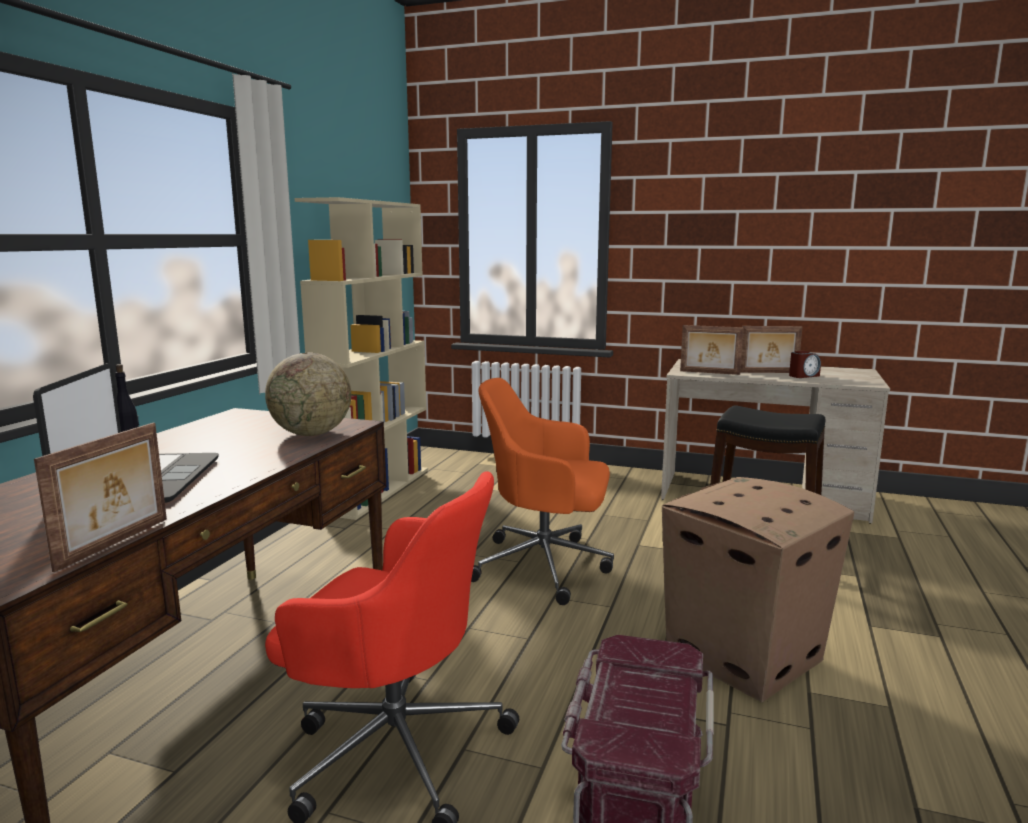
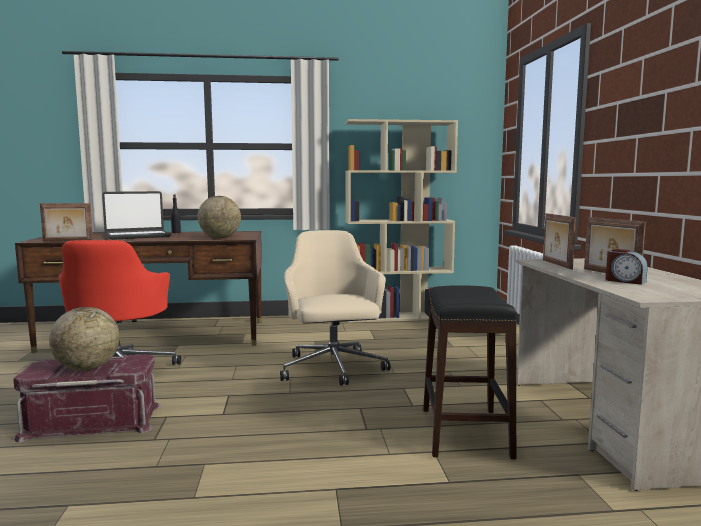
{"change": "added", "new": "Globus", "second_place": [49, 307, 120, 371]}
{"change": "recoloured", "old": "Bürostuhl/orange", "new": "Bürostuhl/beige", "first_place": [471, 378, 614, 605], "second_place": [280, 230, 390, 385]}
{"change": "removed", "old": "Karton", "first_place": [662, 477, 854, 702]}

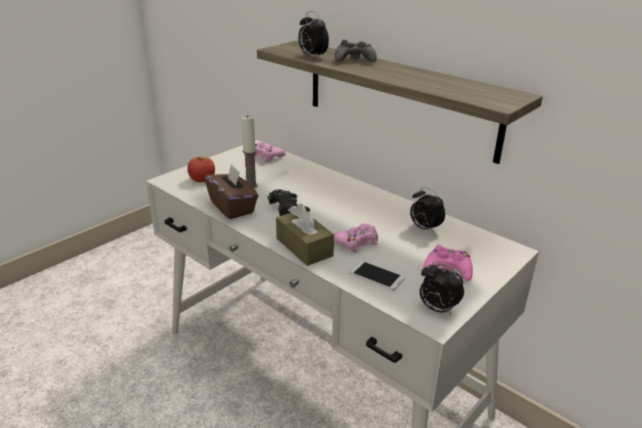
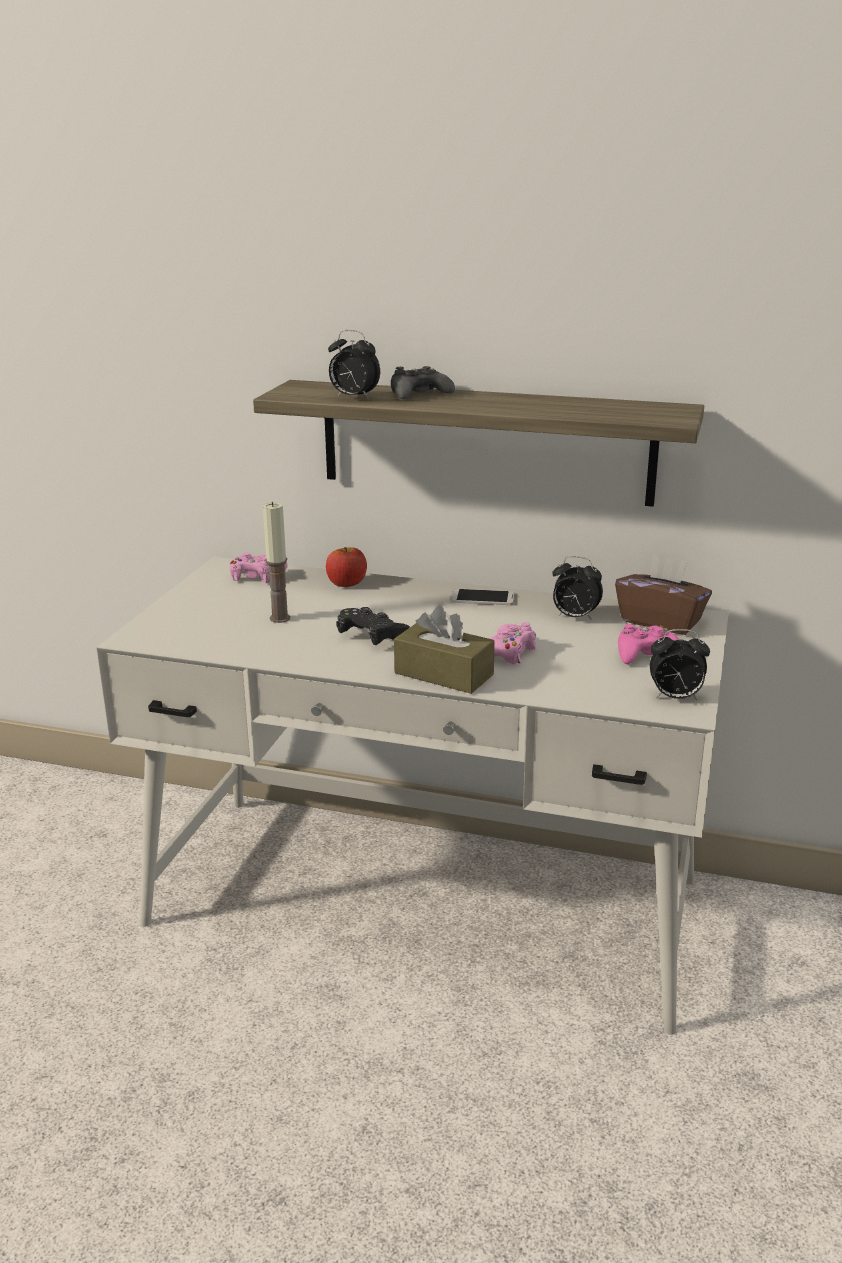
{"change": "moved", "old": "Apfel", "first_place": [187, 157, 215, 182], "second_place": [326, 547, 367, 587]}
{"change": "moved", "old": "Handy", "first_place": [349, 261, 405, 290], "second_place": [450, 588, 515, 605]}
{"change": "moved", "old": "Taschentuchbox/braun", "first_place": [205, 164, 258, 219], "second_place": [615, 554, 712, 635]}

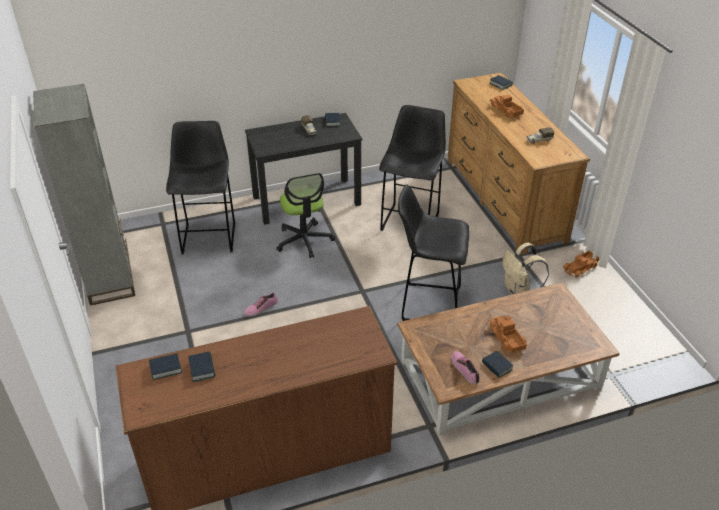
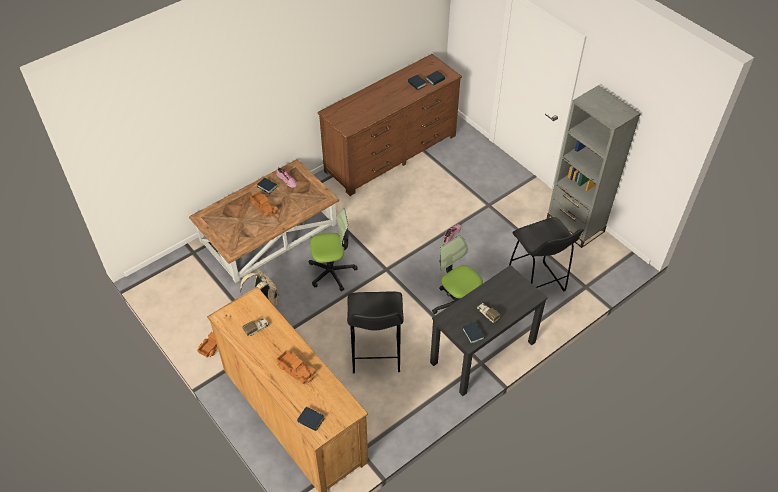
{"change": "replaced", "old": "Hocker/schwarz", "new": "Bürostuhl", "first_place": [398, 184, 469, 321], "second_place": [309, 208, 358, 291]}

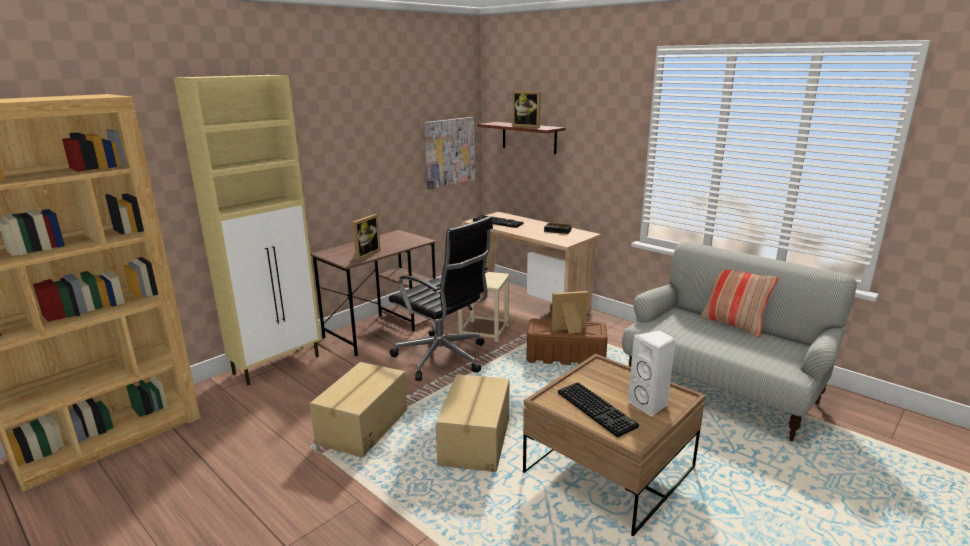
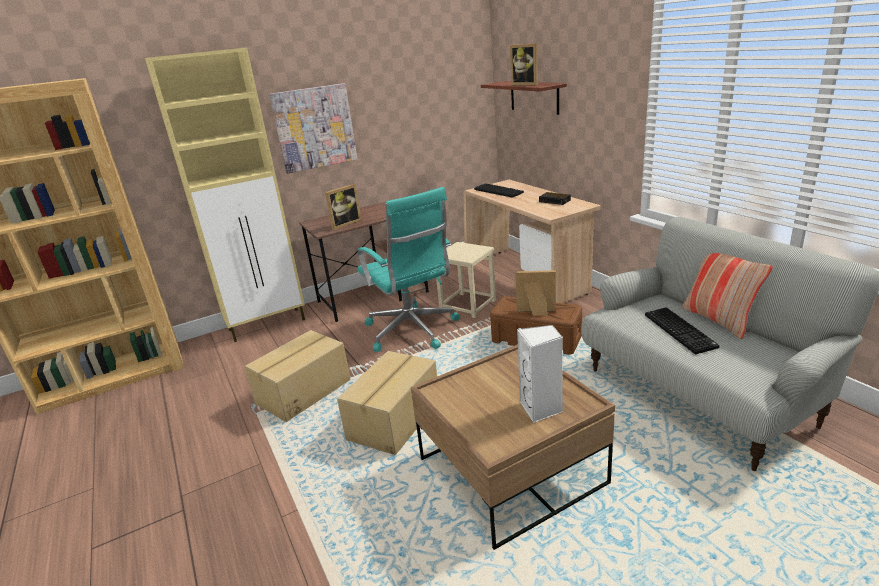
{"change": "moved", "old": "Bild", "first_place": [424, 117, 475, 189], "second_place": [269, 83, 357, 173]}
{"change": "recoloured", "old": "Bürostuhl/schwarz", "new": "Bürostuhl/türkis", "first_place": [389, 216, 493, 381], "second_place": [357, 187, 460, 352]}
{"change": "moved", "old": "Tastatur", "first_place": [558, 382, 639, 437], "second_place": [645, 307, 720, 354]}

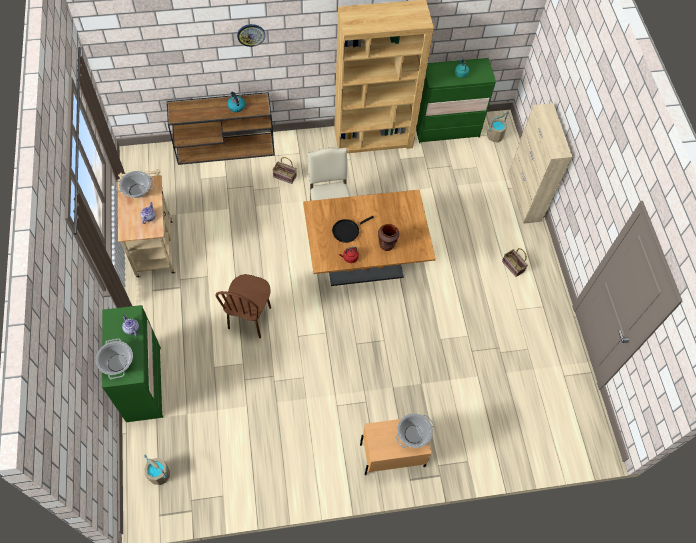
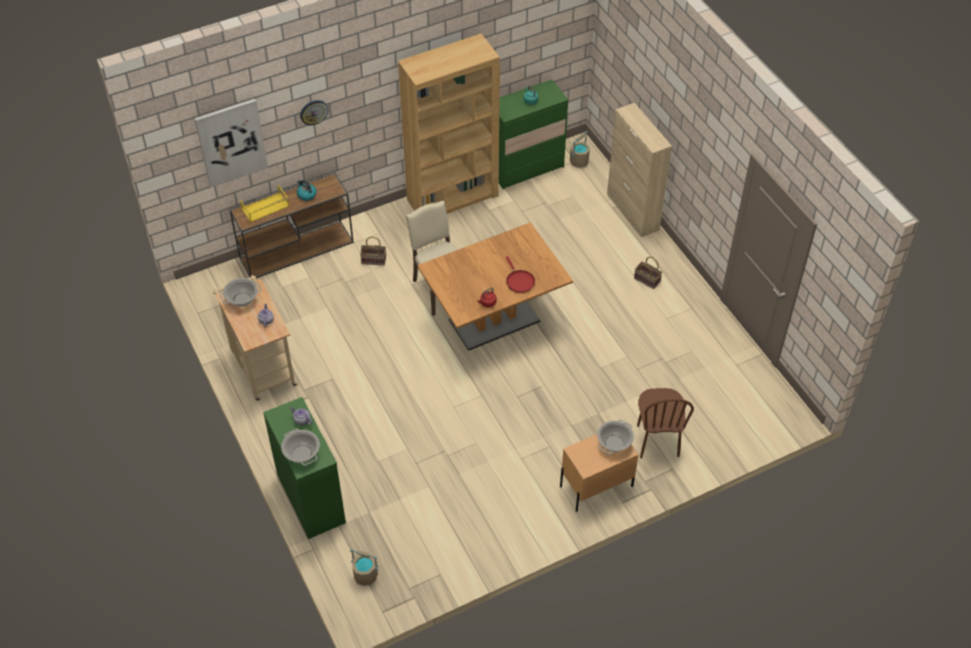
{"change": "added", "new": "Bild", "second_place": [194, 99, 268, 187]}
{"change": "added", "new": "Tablett/gelb", "second_place": [240, 185, 290, 222]}
{"change": "replaced", "old": "Vase/braun", "new": "Pfanne/rot", "first_place": [378, 224, 399, 251], "second_place": [506, 256, 535, 293]}
{"change": "moved", "old": "Stuhl/braun", "first_place": [215, 274, 271, 338], "second_place": [637, 388, 694, 458]}
{"change": "removed", "old": "Pfanne/schwarz", "first_place": [332, 216, 374, 243]}

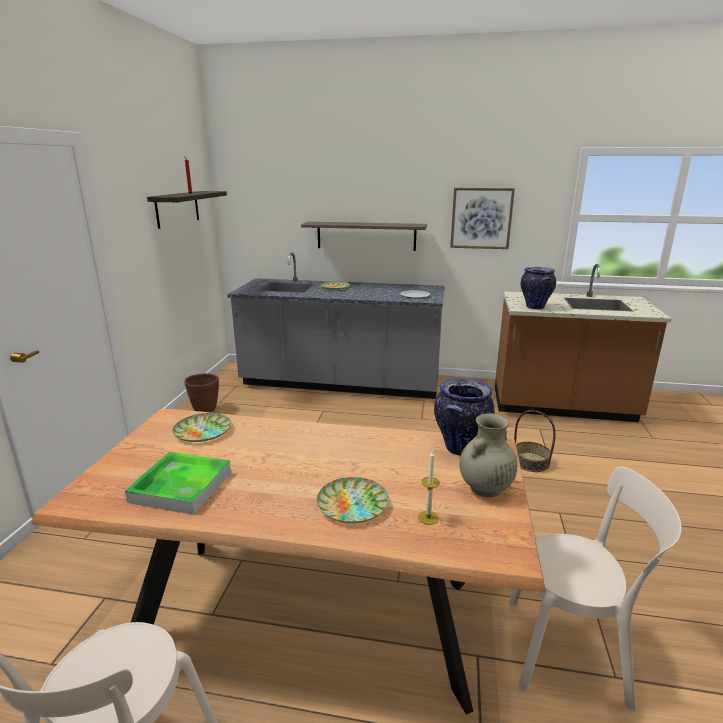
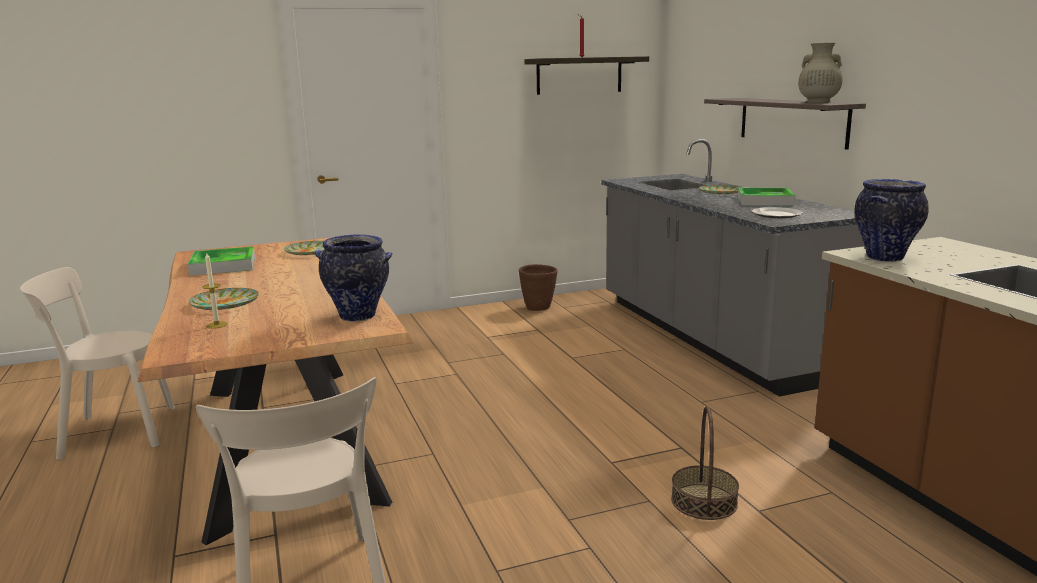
{"change": "added", "new": "Tablett", "second_place": [738, 188, 796, 206]}
{"change": "moved", "old": "Vase/beige", "first_place": [459, 413, 518, 497], "second_place": [798, 43, 843, 103]}
{"change": "removed", "old": "Bild", "first_place": [450, 188, 515, 249]}

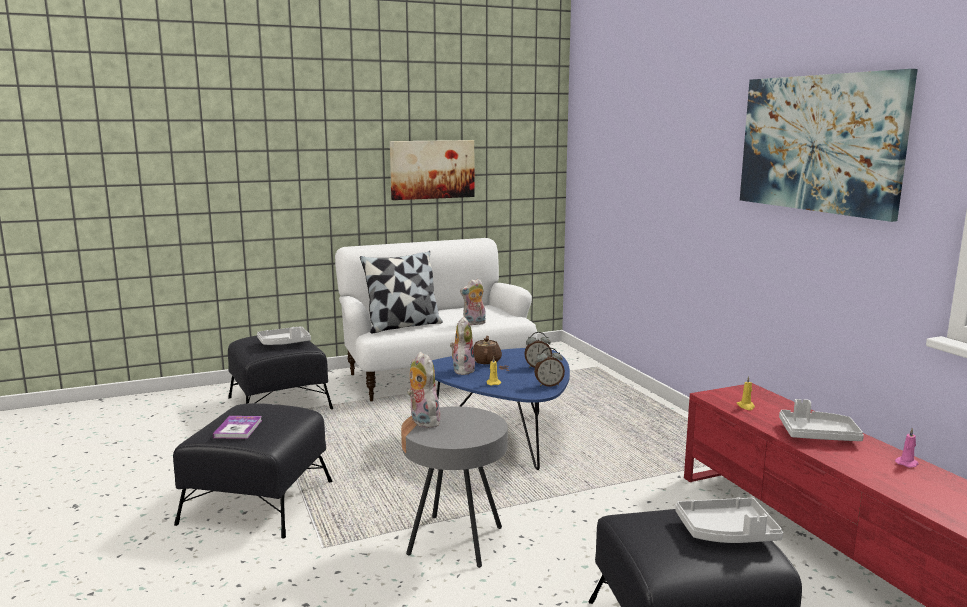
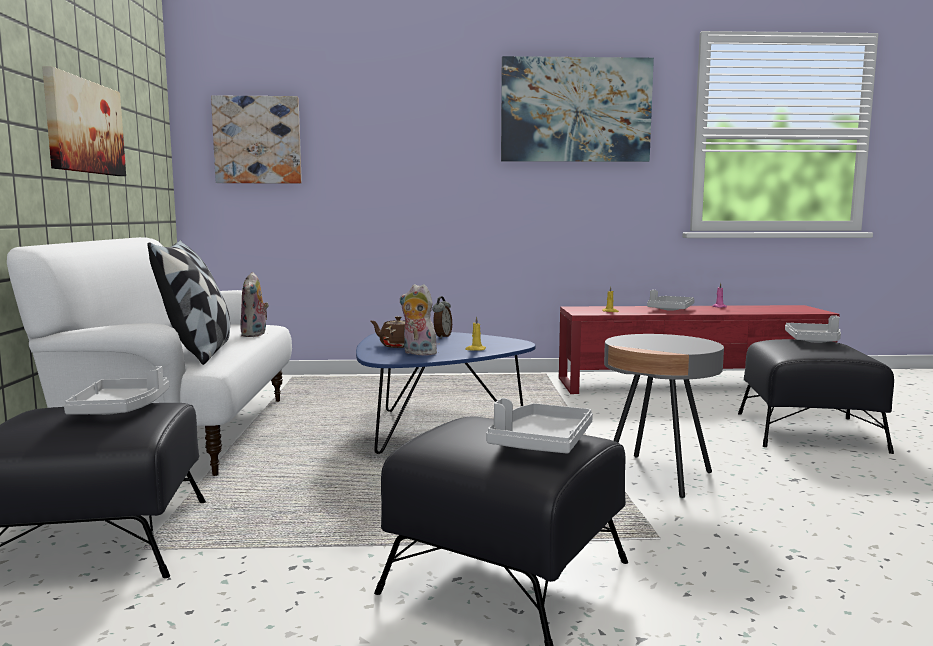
{"change": "added", "new": "Bild", "second_place": [211, 95, 302, 184]}
{"change": "replaced", "old": "Buch", "new": "Tablett/grau", "first_place": [213, 416, 262, 439], "second_place": [486, 398, 593, 453]}
{"change": "removed", "old": "Plüschtier", "first_place": [407, 352, 440, 428]}
{"change": "removed", "old": "Wecker", "first_place": [534, 348, 565, 387]}

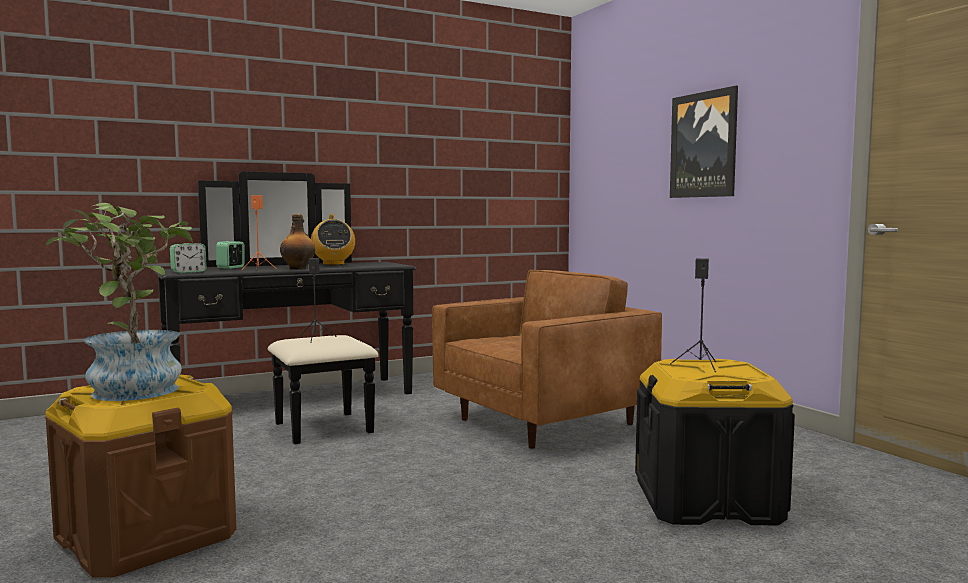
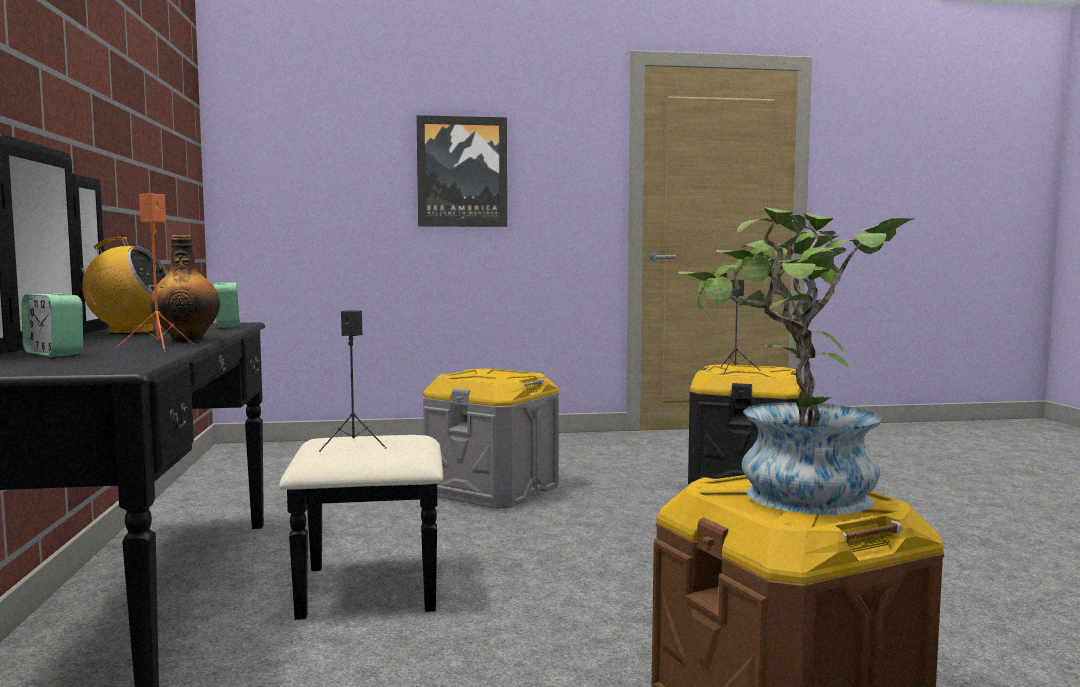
{"change": "moved", "old": "Wecker", "first_place": [170, 243, 207, 273], "second_place": [214, 282, 240, 327]}
{"change": "replaced", "old": "Sessel/braun", "new": "Aufbewahrungsbox/grau", "first_place": [432, 270, 662, 449], "second_place": [423, 369, 559, 509]}

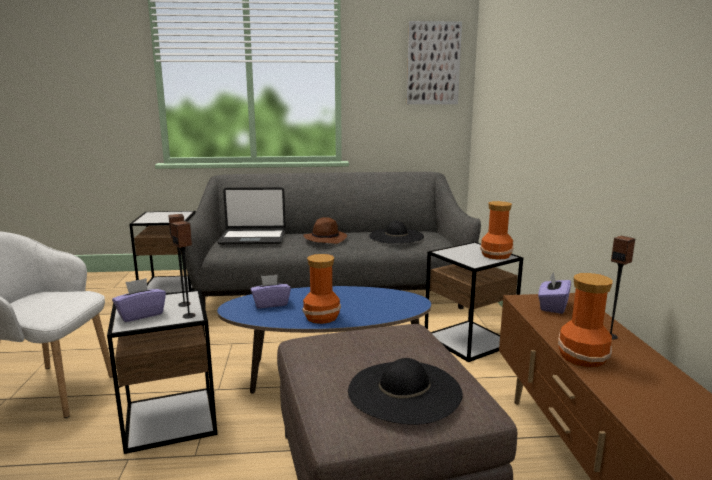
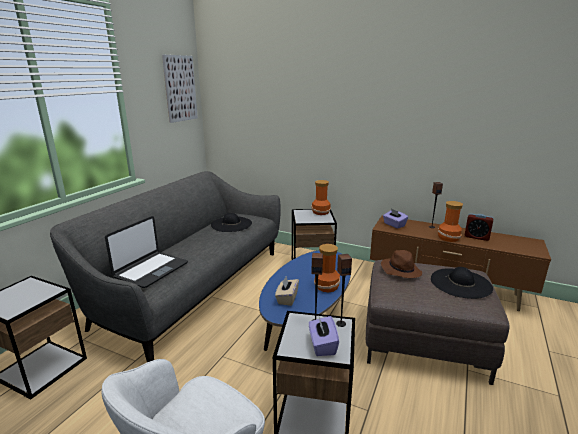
{"change": "recoloured", "old": "Taschentuchbox/lila", "new": "Taschentuchbox/beige", "first_place": [250, 275, 291, 309], "second_place": [275, 276, 299, 306]}
{"change": "moved", "old": "Hut/braun", "first_place": [304, 217, 347, 244], "second_place": [381, 250, 422, 278]}
{"change": "added", "new": "Wecker", "second_place": [465, 213, 493, 241]}

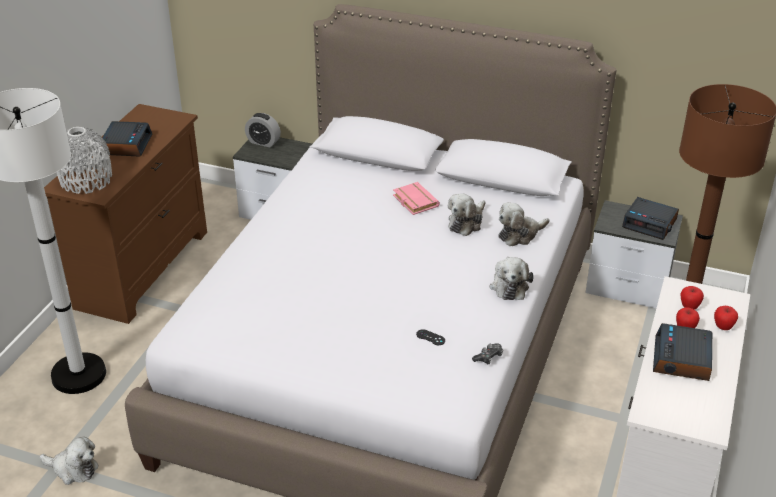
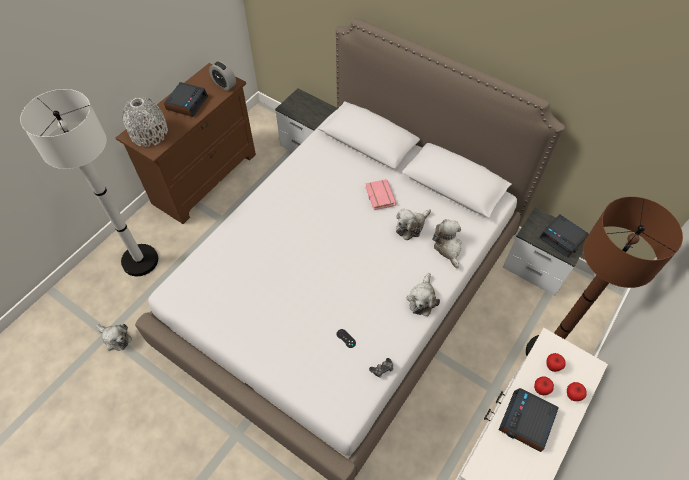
{"change": "moved", "old": "Wecker", "first_place": [245, 113, 281, 148], "second_place": [209, 61, 236, 91]}
{"change": "turned", "old": "Plüschtier", "first_place": [498, 202, 549, 246], "second_place": [432, 219, 461, 268], "degrees": 90}

